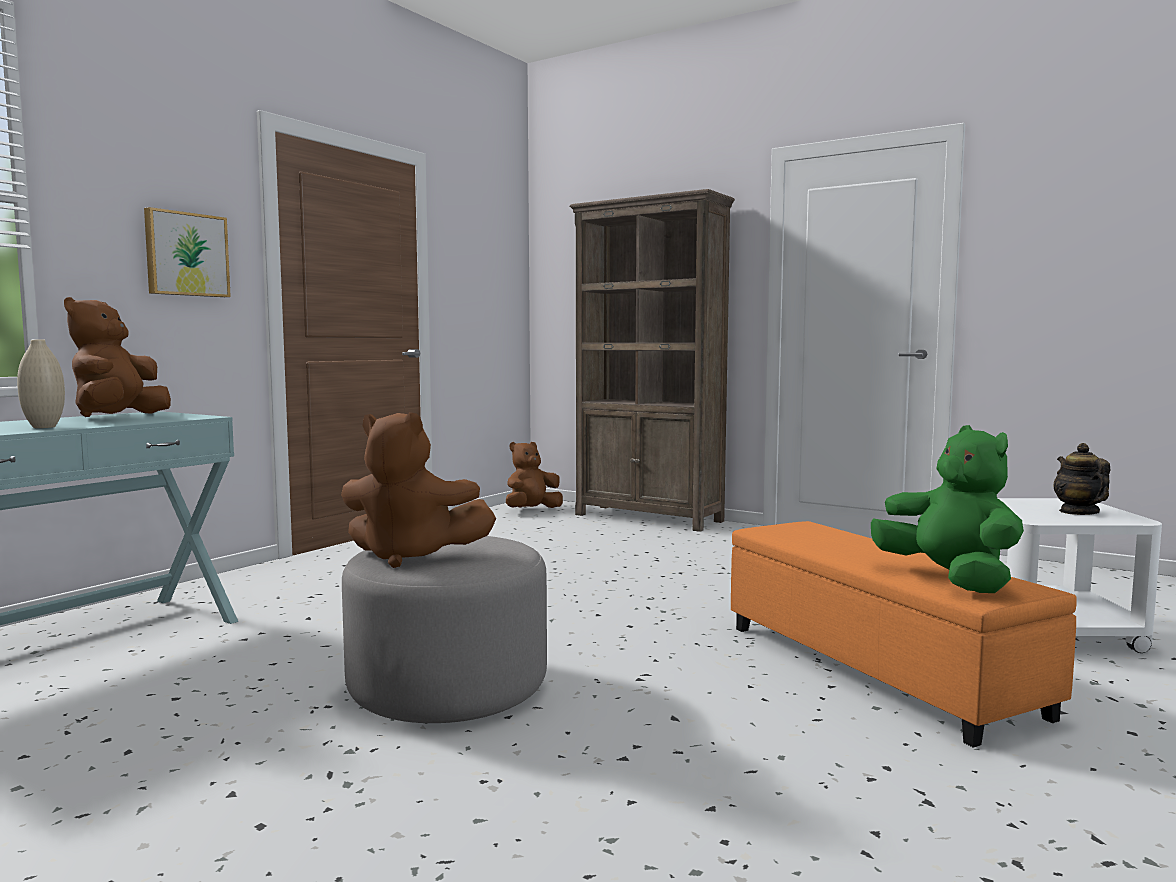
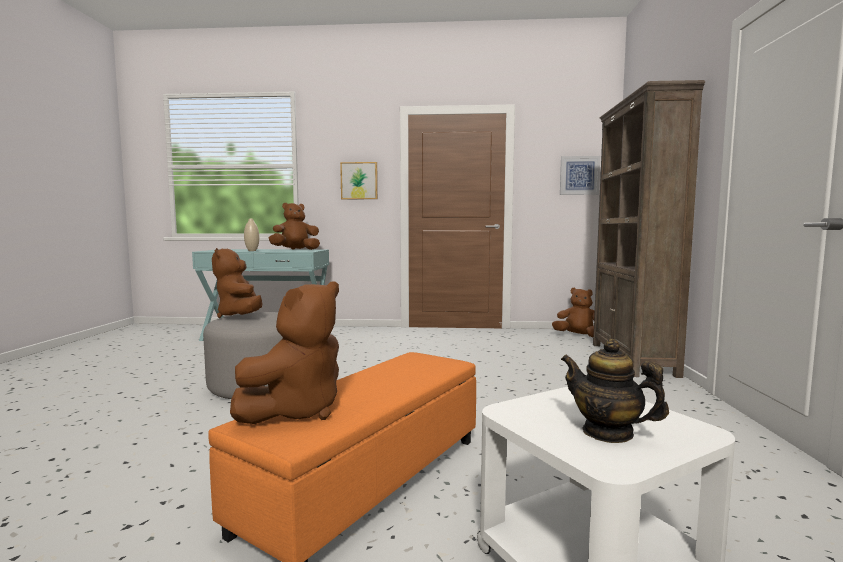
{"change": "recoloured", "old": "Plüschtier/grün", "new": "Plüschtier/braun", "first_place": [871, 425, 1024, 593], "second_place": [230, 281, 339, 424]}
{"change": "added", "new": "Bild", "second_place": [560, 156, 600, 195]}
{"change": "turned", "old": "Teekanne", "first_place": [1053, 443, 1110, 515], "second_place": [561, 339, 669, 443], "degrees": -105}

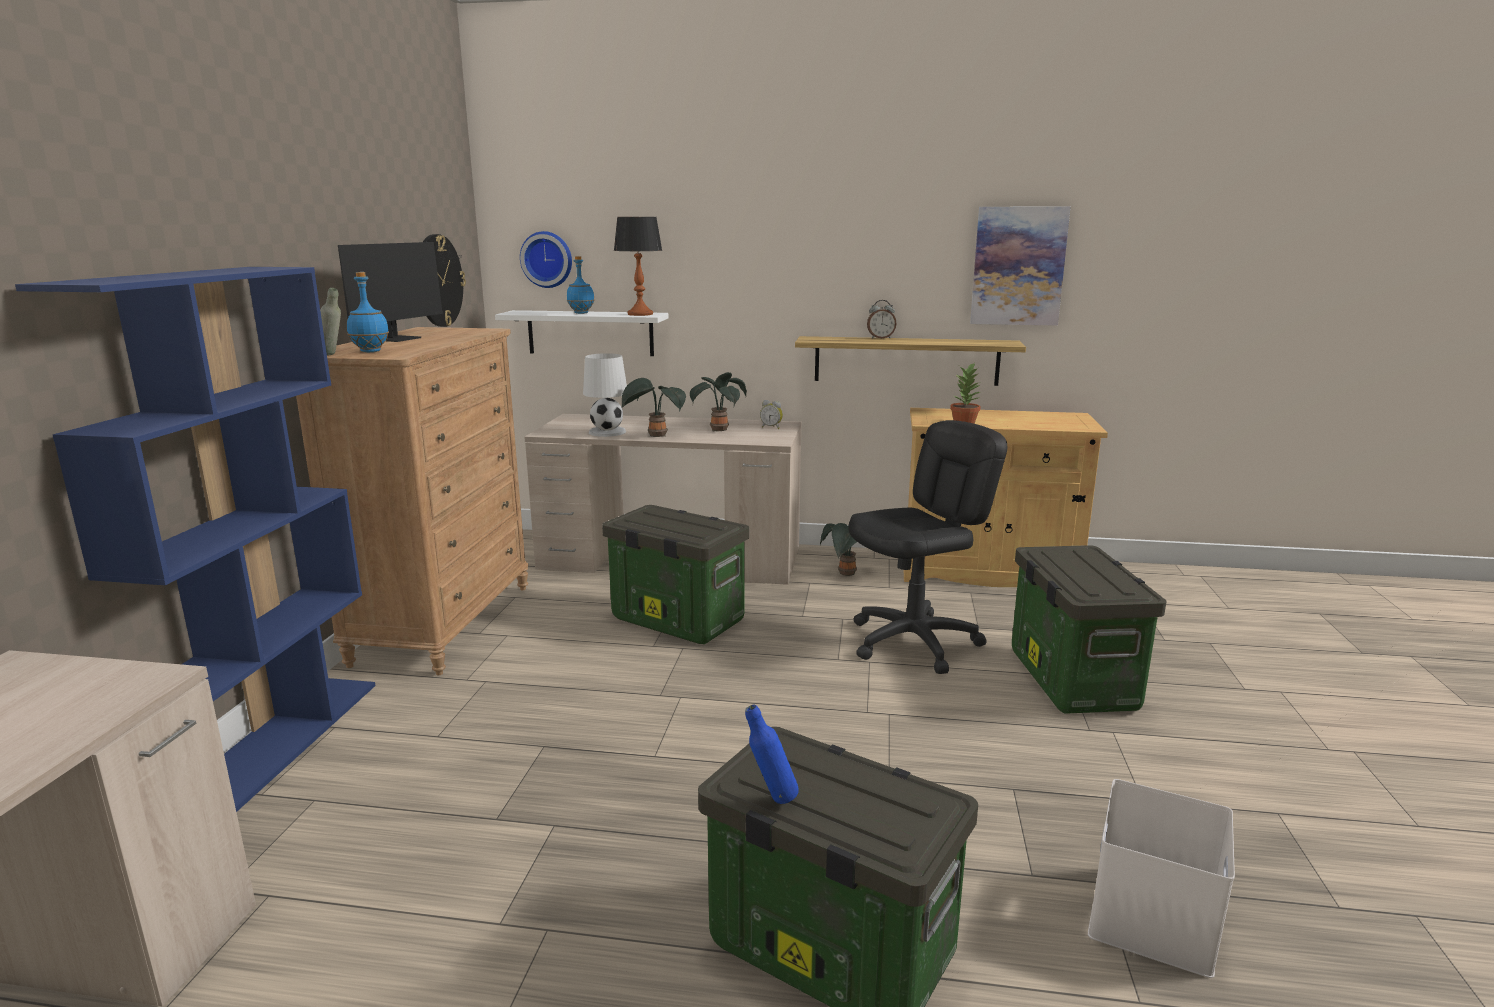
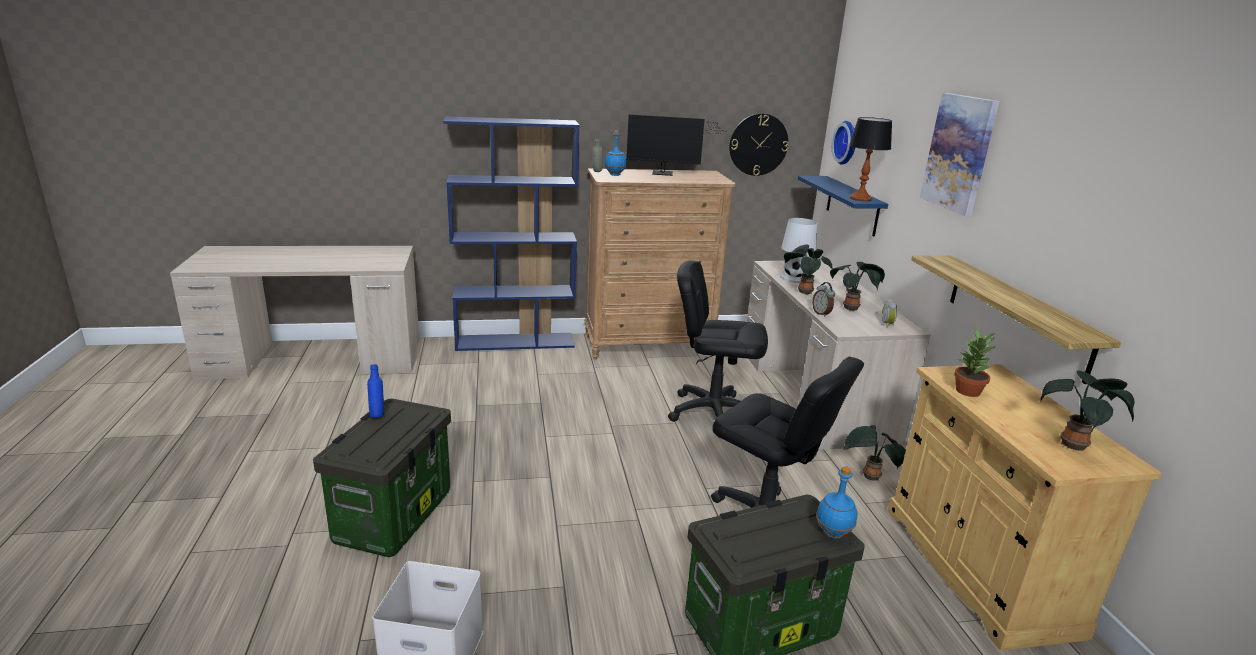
{"change": "replaced", "old": "Aufbewahrungsbox", "new": "Bürostuhl/schwarz", "first_place": [602, 505, 749, 644], "second_place": [668, 260, 768, 438]}
{"change": "recoloured", "old": "Wandregal/weiß", "new": "Wandregal/blau", "first_place": [495, 310, 669, 356], "second_place": [798, 175, 888, 237]}
{"change": "moved", "old": "Wecker", "first_place": [867, 300, 897, 339], "second_place": [812, 282, 835, 317]}
{"change": "moved", "old": "Flasche/blau", "first_place": [567, 256, 594, 314], "second_place": [816, 466, 857, 539]}
{"change": "moved", "old": "Bild", "first_place": [970, 207, 1071, 326], "second_place": [920, 93, 999, 216]}
{"change": "added", "new": "Topfpflanze", "second_place": [1041, 371, 1135, 451]}

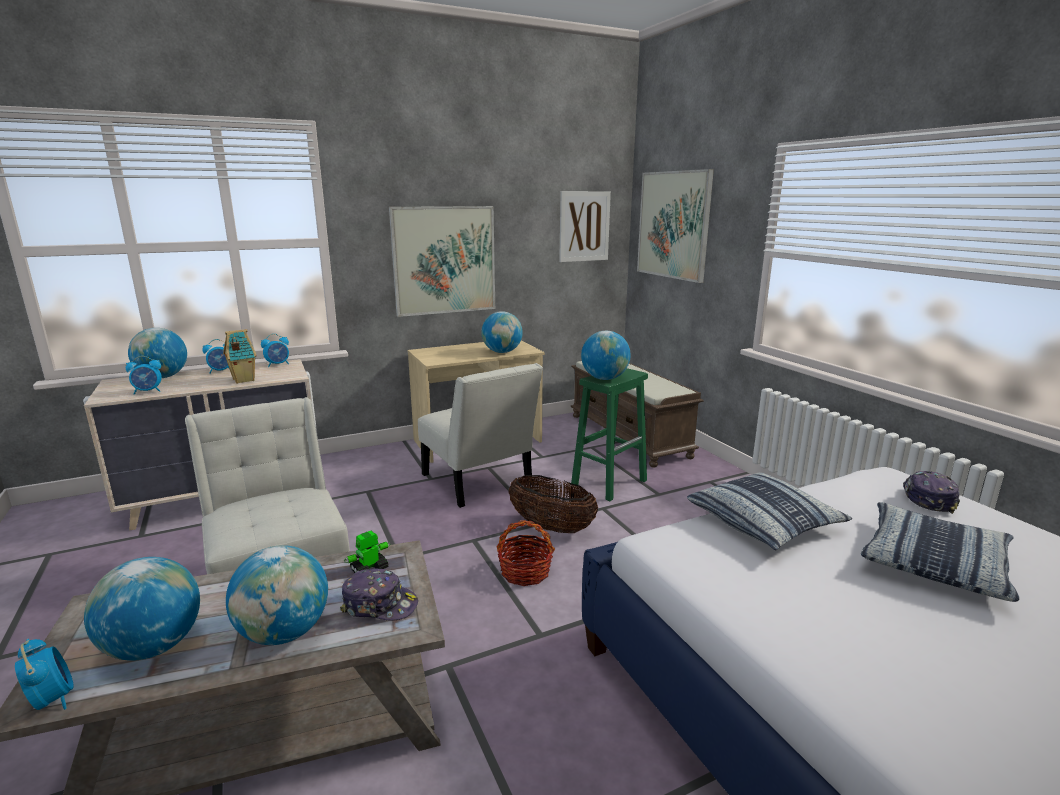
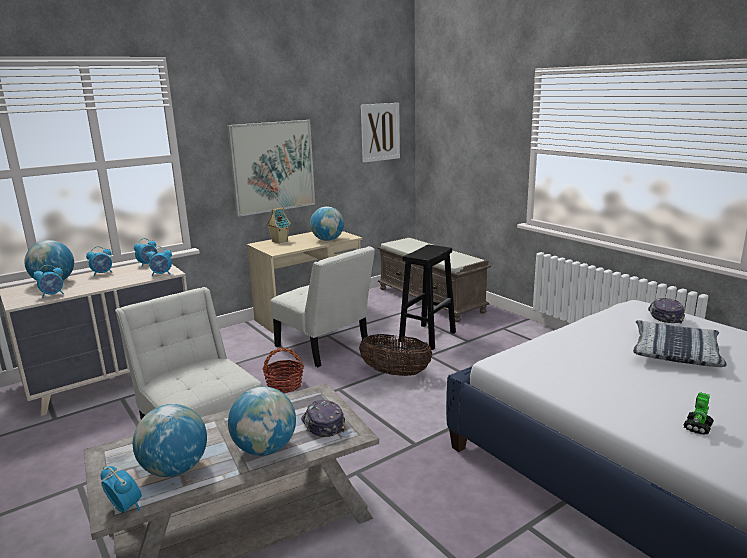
{"change": "added", "new": "Wecker", "second_place": [147, 246, 172, 276]}
{"change": "moved", "old": "Korb", "first_place": [497, 520, 555, 586], "second_place": [262, 348, 304, 393]}
{"change": "moved", "old": "Spielzeughaus", "first_place": [223, 329, 257, 384], "second_place": [266, 207, 291, 244]}
{"change": "turned", "old": "Kappe", "first_place": [340, 568, 418, 621], "second_place": [301, 400, 345, 437], "degrees": -120}
{"change": "recoloured", "old": "Hocker/grün", "new": "Hocker/schwarz", "first_place": [571, 368, 648, 501], "second_place": [399, 244, 456, 350]}
{"change": "moved", "old": "Spielzeugroboter", "first_place": [344, 531, 390, 573], "second_place": [683, 392, 714, 435]}
{"change": "removed", "old": "Globus", "first_place": [581, 331, 631, 380]}
{"change": "removed", "old": "Bild", "first_place": [637, 169, 714, 283]}
{"change": "removed", "old": "Kissen", "first_place": [687, 472, 853, 550]}

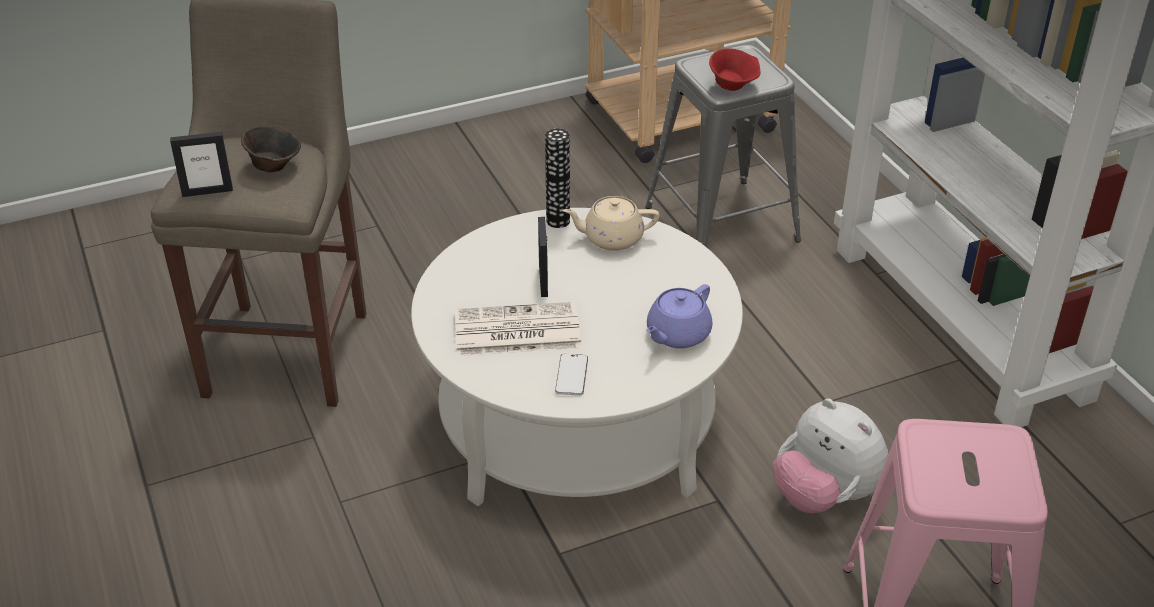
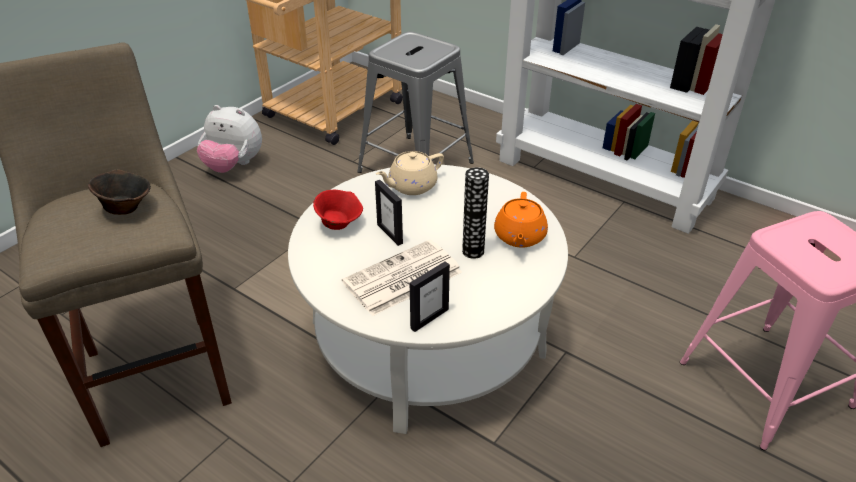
{"change": "moved", "old": "Plüschtier", "first_place": [773, 398, 889, 513], "second_place": [197, 105, 262, 173]}
{"change": "moved", "old": "Schüssel/rot", "first_place": [709, 48, 760, 91], "second_place": [313, 190, 363, 230]}
{"change": "moved", "old": "Bilderrahmen", "first_place": [170, 132, 233, 197], "second_place": [410, 262, 450, 332]}
{"change": "moved", "old": "Vase", "first_place": [545, 129, 570, 228], "second_place": [462, 167, 489, 259]}
{"change": "recoloured", "old": "Teekanne/lila", "new": "Teekanne/orange", "first_place": [646, 284, 712, 349], "second_place": [494, 192, 548, 248]}
{"change": "removed", "old": "Handy", "first_place": [555, 354, 588, 396]}

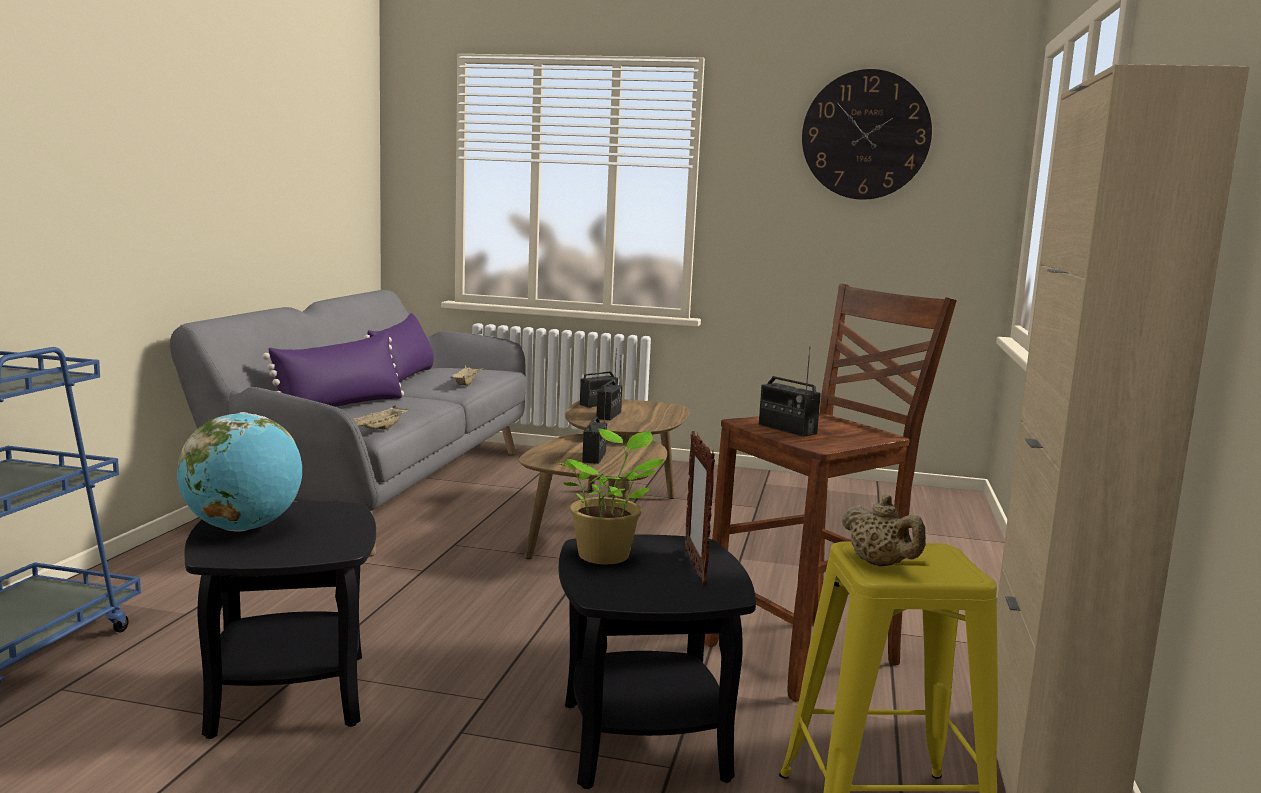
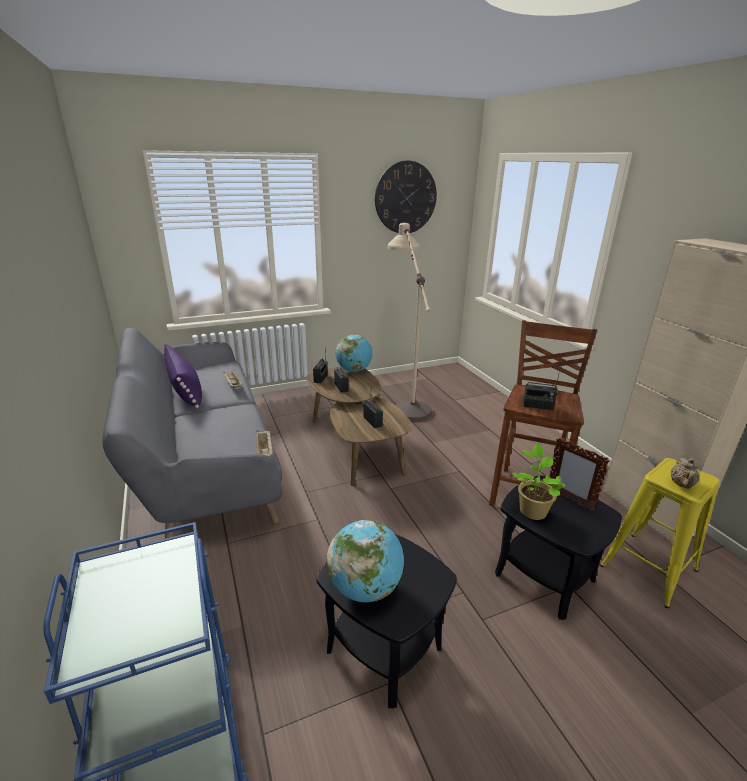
{"change": "added", "new": "Globus", "second_place": [336, 335, 373, 372]}
{"change": "added", "new": "Stehlampe/beige", "second_place": [388, 223, 432, 421]}
{"change": "turned", "old": "Teekanne/beige", "first_place": [841, 495, 926, 566], "second_place": [671, 458, 699, 489], "degrees": 90}
{"change": "removed", "old": "Kissen/lila", "first_place": [262, 331, 404, 407]}

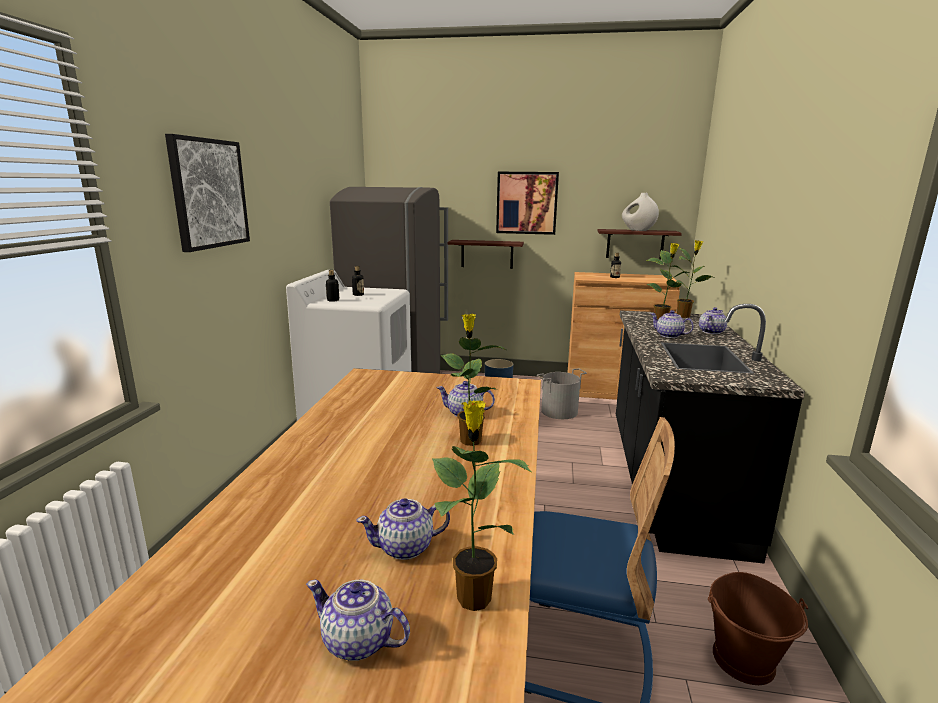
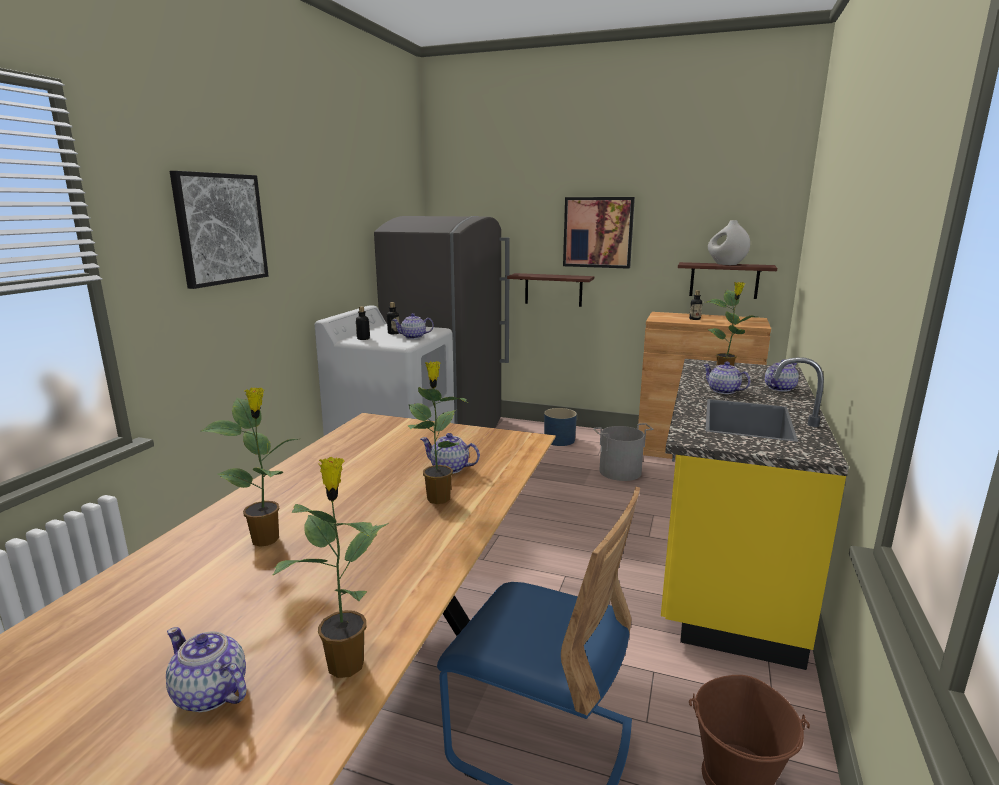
{"change": "moved", "old": "Topfpflanze", "first_place": [672, 240, 716, 318], "second_place": [201, 387, 298, 547]}
{"change": "moved", "old": "Teekanne", "first_place": [356, 498, 450, 560], "second_place": [393, 313, 434, 339]}
{"change": "recoloured", "old": "Küchenzeile/schwarz", "new": "Küchenzeile/gelb", "first_place": [616, 304, 805, 564], "second_place": [661, 357, 849, 670]}

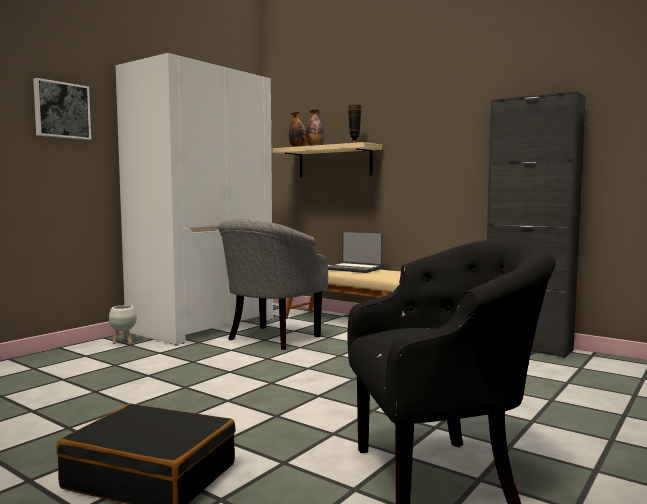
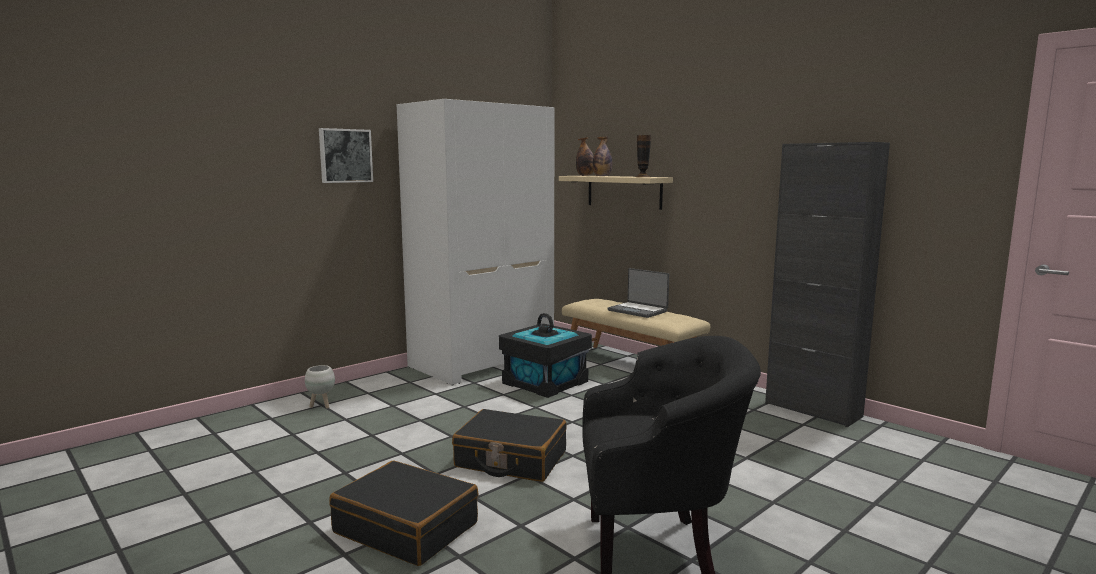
{"change": "moved", "old": "Pflanzkübel/weiß", "first_place": [109, 305, 137, 344], "second_place": [305, 365, 335, 409]}
{"change": "added", "new": "Koffer/schwarz", "second_place": [452, 409, 567, 482]}
{"change": "replaced", "old": "Sessel/grau", "new": "Aufbewahrungsbox/schwarz", "first_place": [218, 219, 328, 350], "second_place": [499, 313, 592, 398]}

